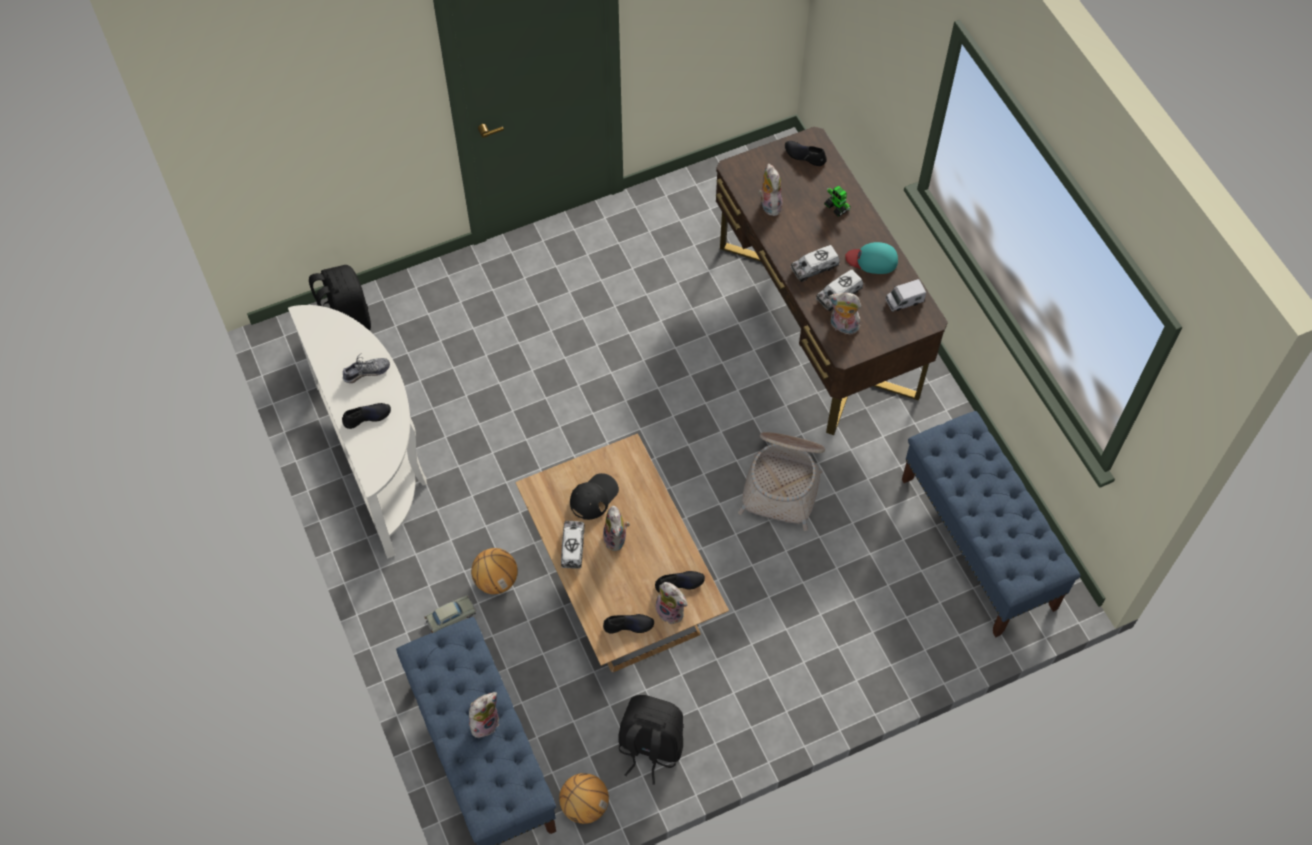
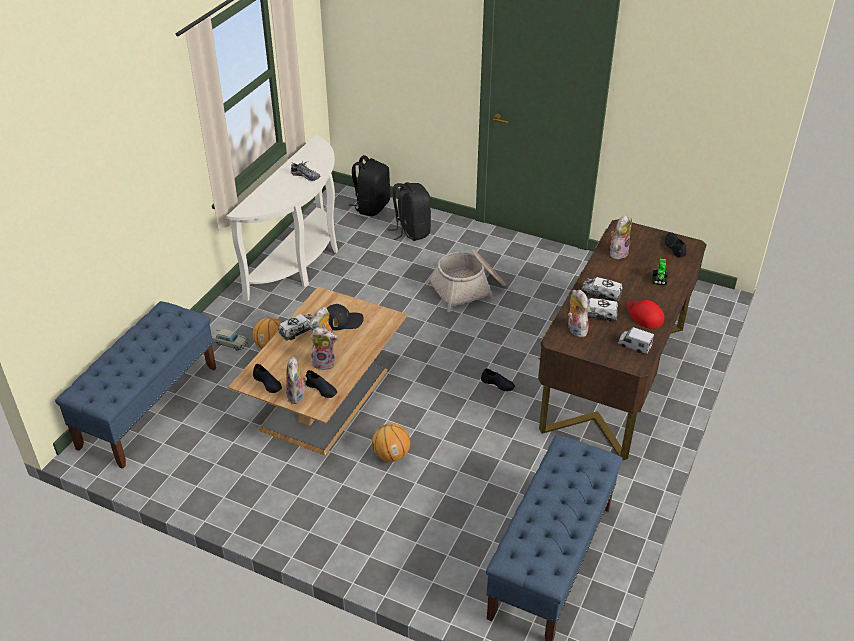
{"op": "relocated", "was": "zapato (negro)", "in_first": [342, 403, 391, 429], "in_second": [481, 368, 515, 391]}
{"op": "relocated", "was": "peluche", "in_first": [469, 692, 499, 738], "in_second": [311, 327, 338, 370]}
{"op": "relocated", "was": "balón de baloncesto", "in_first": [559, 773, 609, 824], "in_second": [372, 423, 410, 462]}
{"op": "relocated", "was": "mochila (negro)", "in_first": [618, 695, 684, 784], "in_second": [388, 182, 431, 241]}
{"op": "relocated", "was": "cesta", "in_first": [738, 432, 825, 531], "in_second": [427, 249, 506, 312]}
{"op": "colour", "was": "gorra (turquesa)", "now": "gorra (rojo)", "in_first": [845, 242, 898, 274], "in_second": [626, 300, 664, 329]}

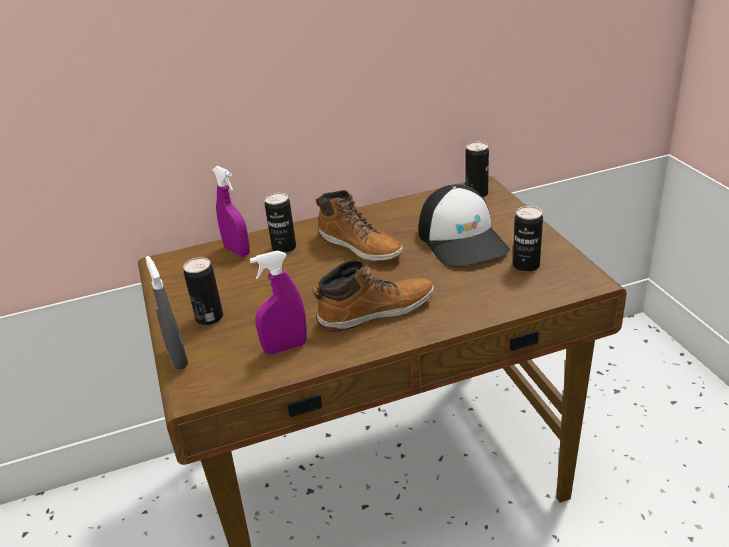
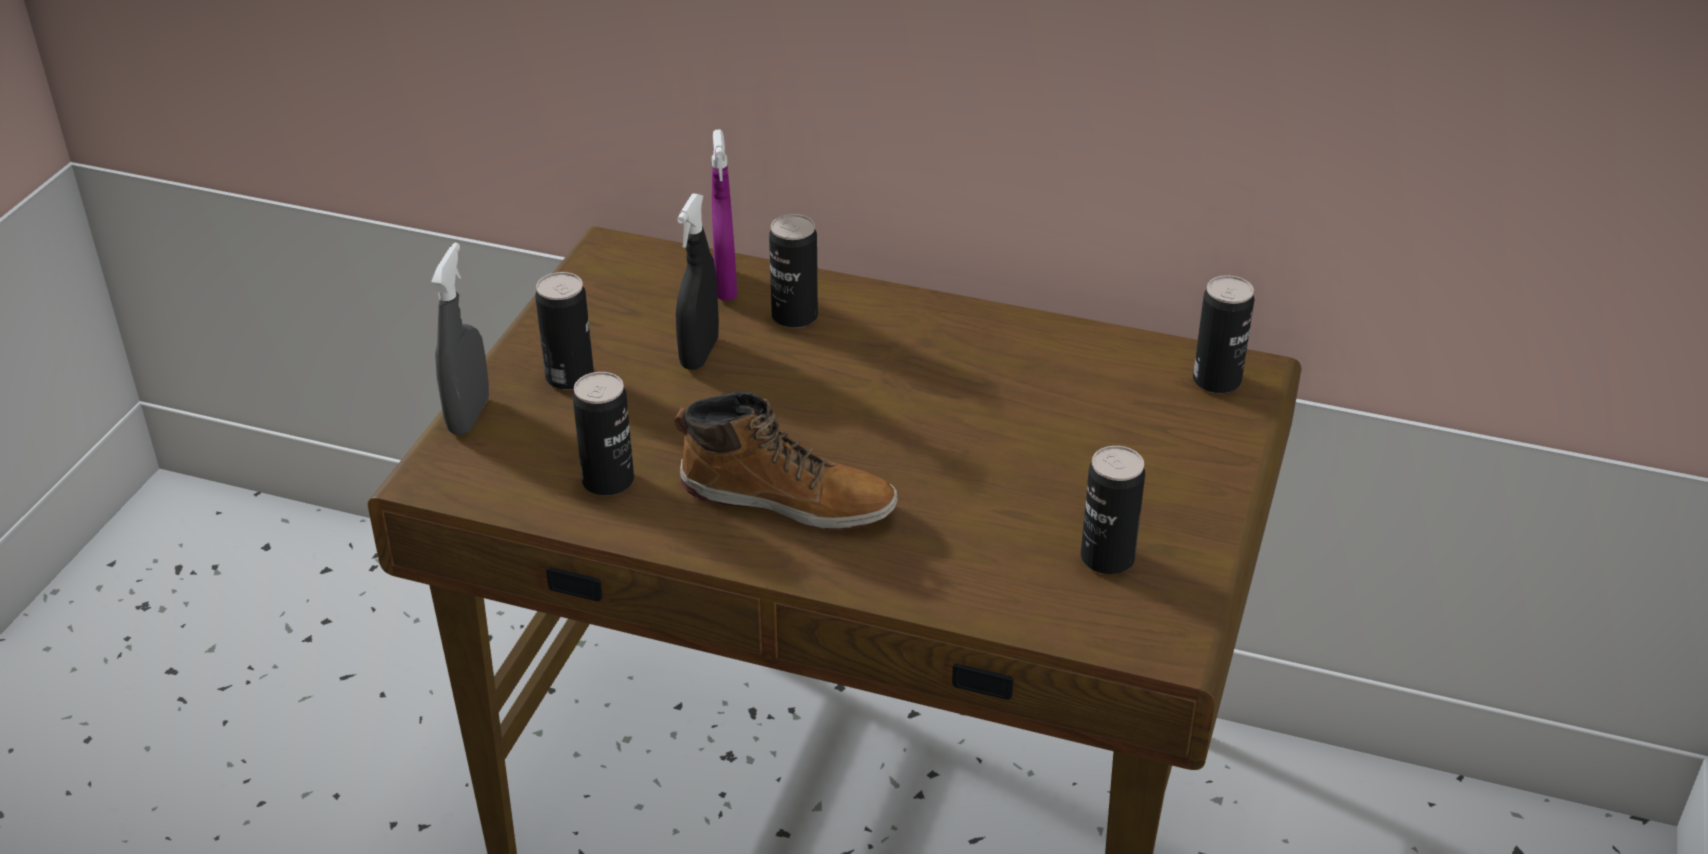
{"op": "missing", "was": "bota", "in_first": [316, 190, 404, 262]}
{"op": "missing", "was": "gorra", "in_first": [419, 184, 510, 266]}
{"op": "appeared", "now": "pulverizador (negro)", "in_second": [676, 193, 719, 370]}
{"op": "exchanged", "was": "pulverizador (morado)", "now": "lata", "in_first": [250, 251, 307, 354], "in_second": [573, 372, 634, 496]}

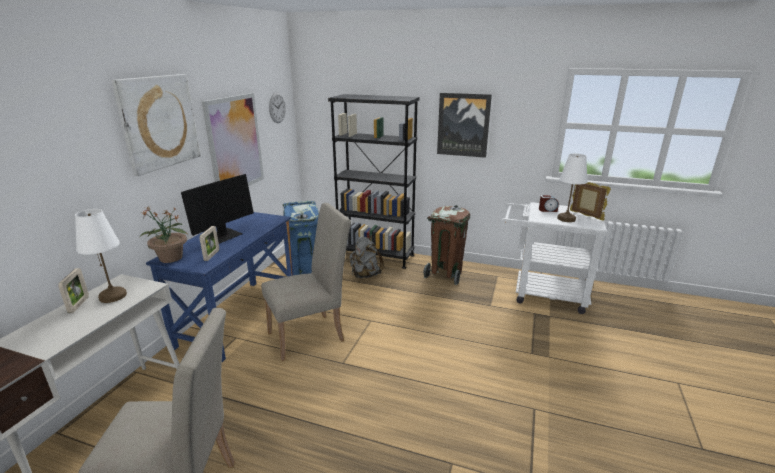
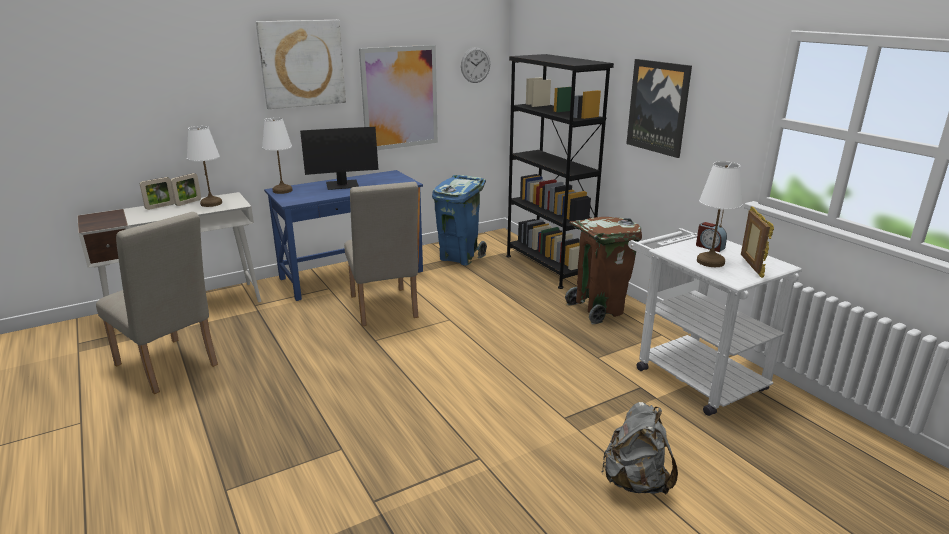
{"op": "relocated", "was": "portarretratos", "in_first": [199, 226, 219, 261], "in_second": [140, 177, 174, 210]}
{"op": "relocated", "was": "mochila (gris)", "in_first": [349, 235, 384, 278], "in_second": [602, 402, 678, 494]}
{"op": "exchanged", "was": "planta en maceta", "now": "lámpara de mesa (blanco)", "in_first": [140, 207, 187, 263], "in_second": [262, 117, 293, 194]}
{"op": "spun", "was": "silla (beis)", "in_first": [261, 203, 351, 361], "in_second": [344, 182, 418, 326], "clockwise": 60}

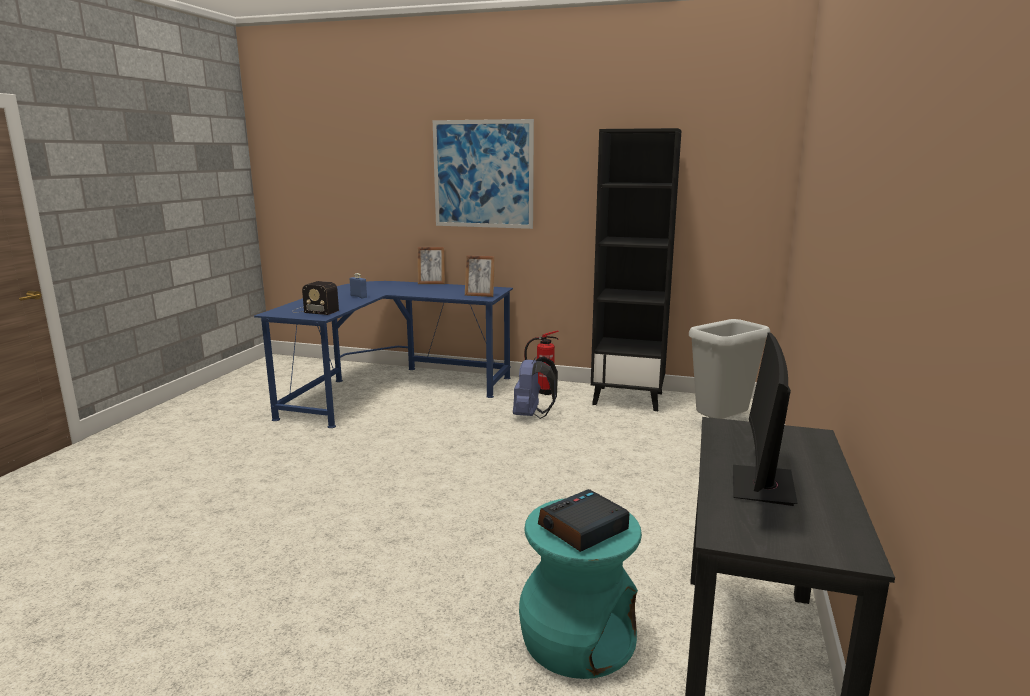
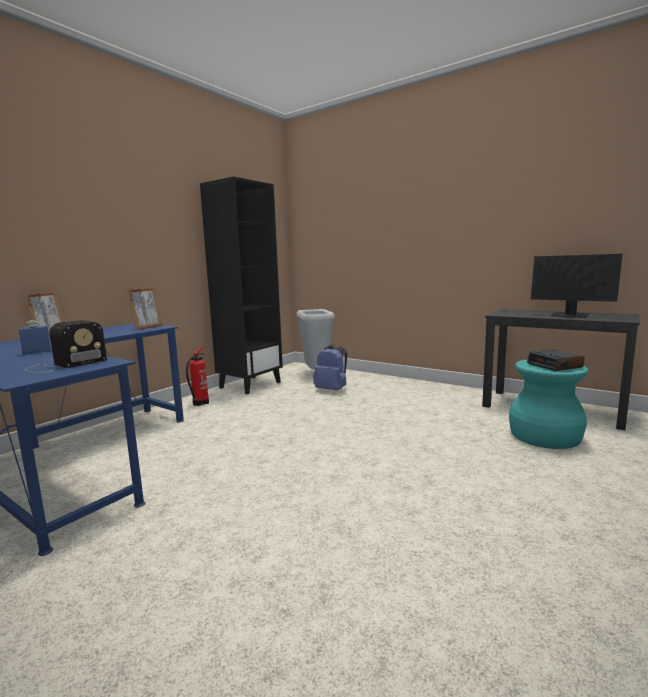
{"op": "missing", "was": "cuadro", "in_first": [433, 119, 534, 229]}
{"op": "relocated", "was": "mochila (azul)", "in_first": [513, 357, 558, 419], "in_second": [313, 344, 347, 390]}

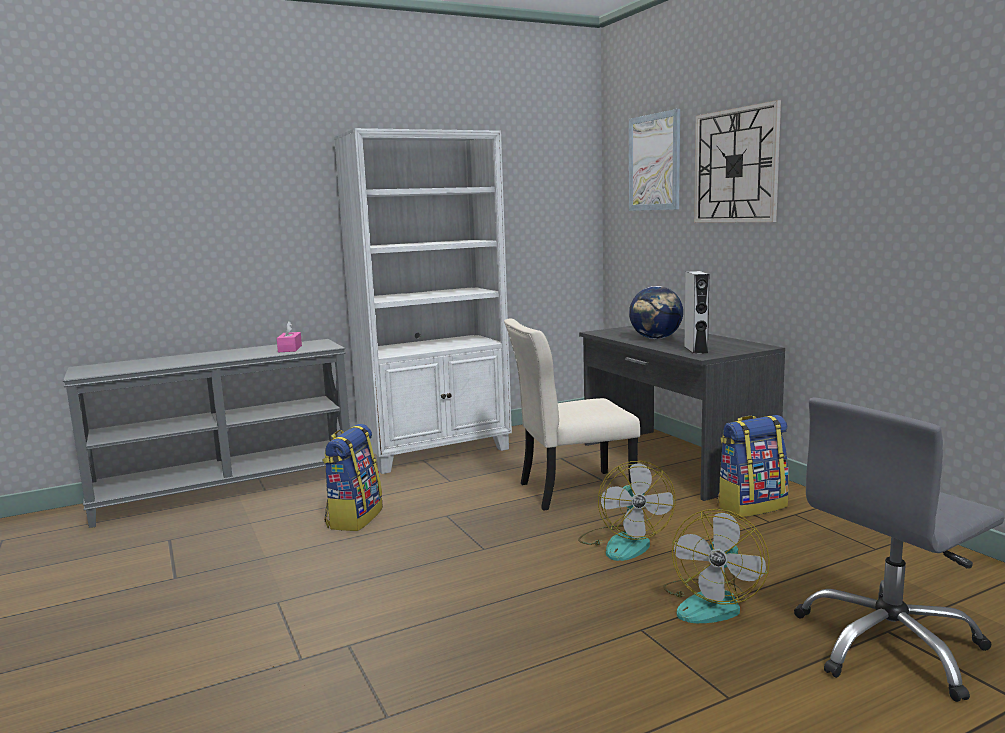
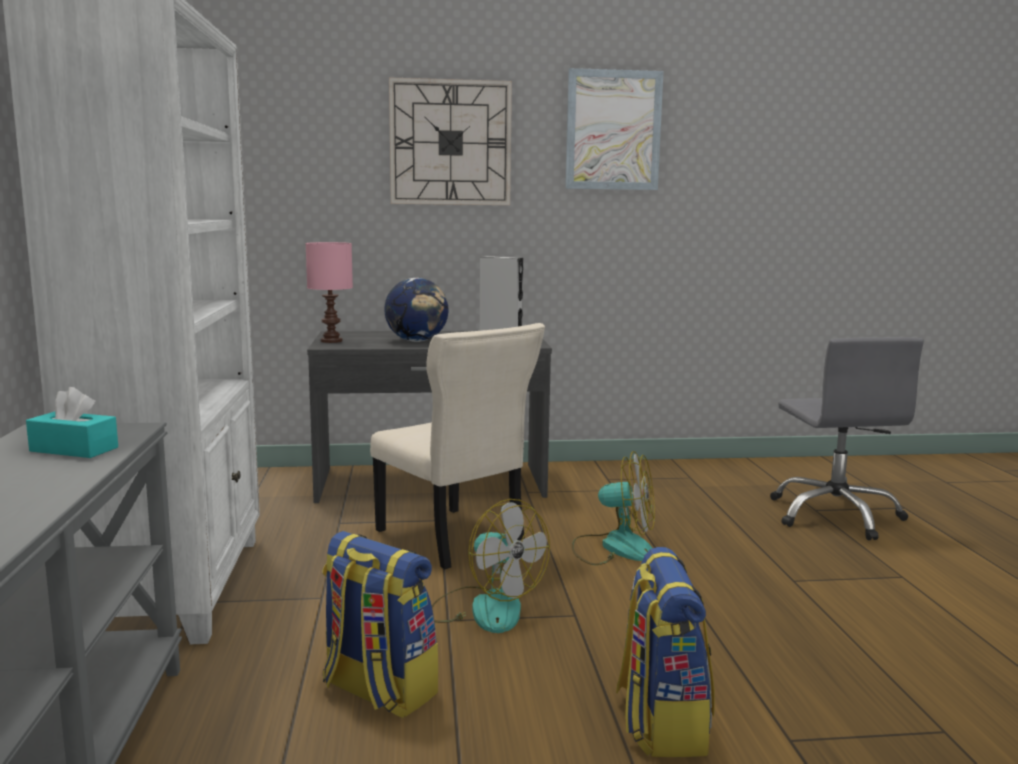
{"op": "appeared", "now": "lámpara de mesa (rosa)", "in_second": [305, 242, 353, 343]}
{"op": "relocated", "was": "cuadro", "in_first": [629, 109, 680, 211], "in_second": [565, 68, 663, 190]}
{"op": "relocated", "was": "ventilador", "in_first": [663, 509, 770, 623], "in_second": [432, 499, 550, 633]}
{"op": "relocated", "was": "mochila", "in_first": [718, 415, 789, 518], "in_second": [616, 547, 715, 757]}
{"op": "colour", "was": "caja de pañuelos (rosa)", "now": "caja de pañuelos (turquesa)", "in_first": [277, 321, 302, 352], "in_second": [26, 387, 118, 458]}
{"op": "spun", "was": "silla (beis)", "in_first": [504, 319, 640, 511], "in_second": [370, 323, 545, 569], "clockwise": -45}

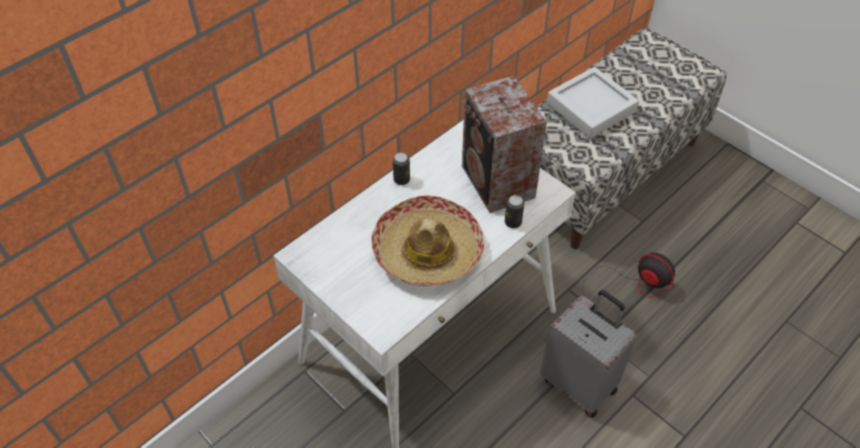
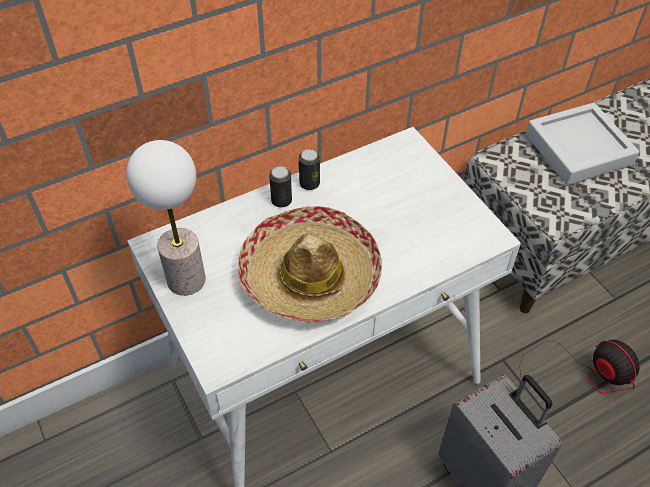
{"op": "missing", "was": "altavoz", "in_first": [462, 76, 547, 213]}
{"op": "appeared", "now": "lámpara de mesa", "in_second": [126, 140, 206, 296]}
{"op": "relocated", "was": "lata", "in_first": [505, 195, 525, 228], "in_second": [269, 166, 292, 208]}

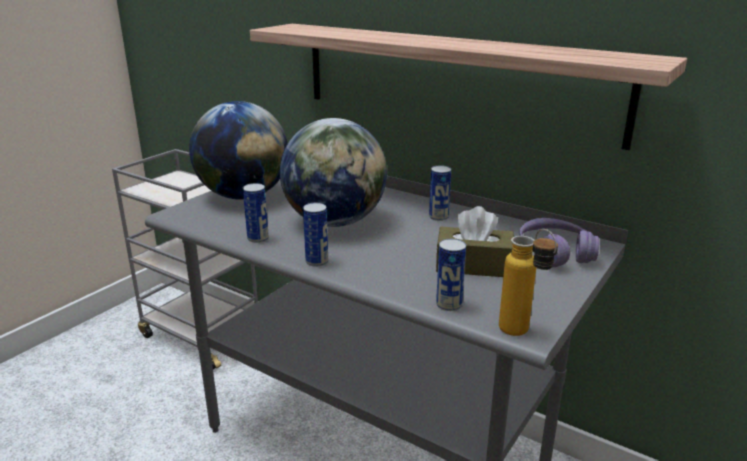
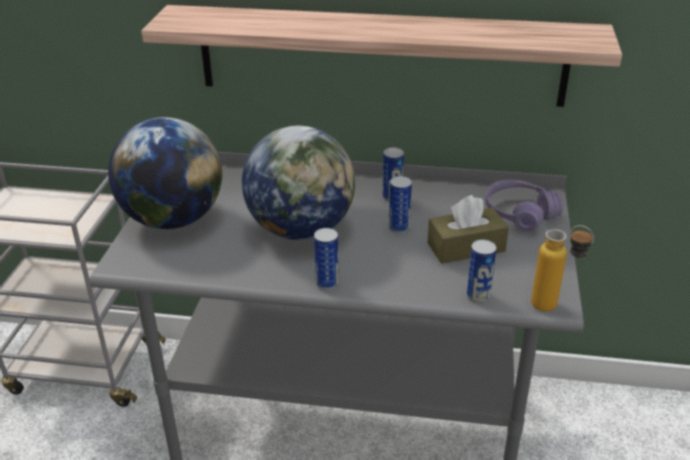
{"op": "relocated", "was": "lata", "in_first": [243, 183, 269, 243], "in_second": [389, 176, 412, 234]}

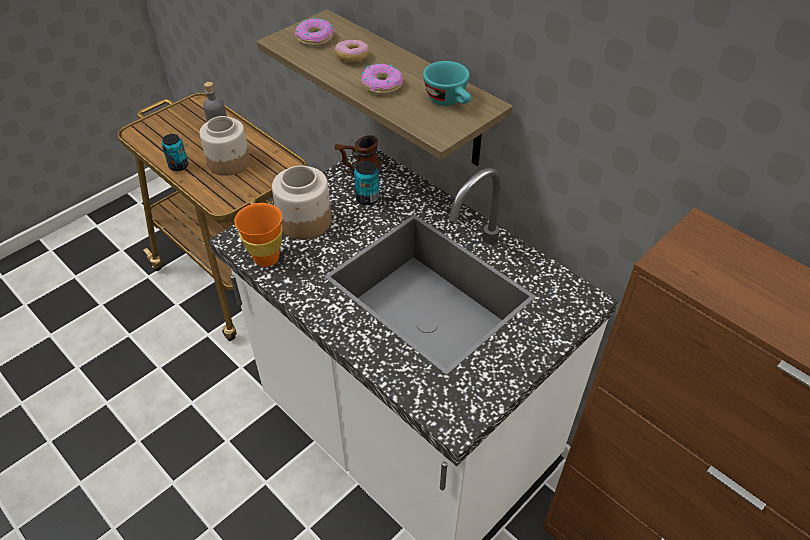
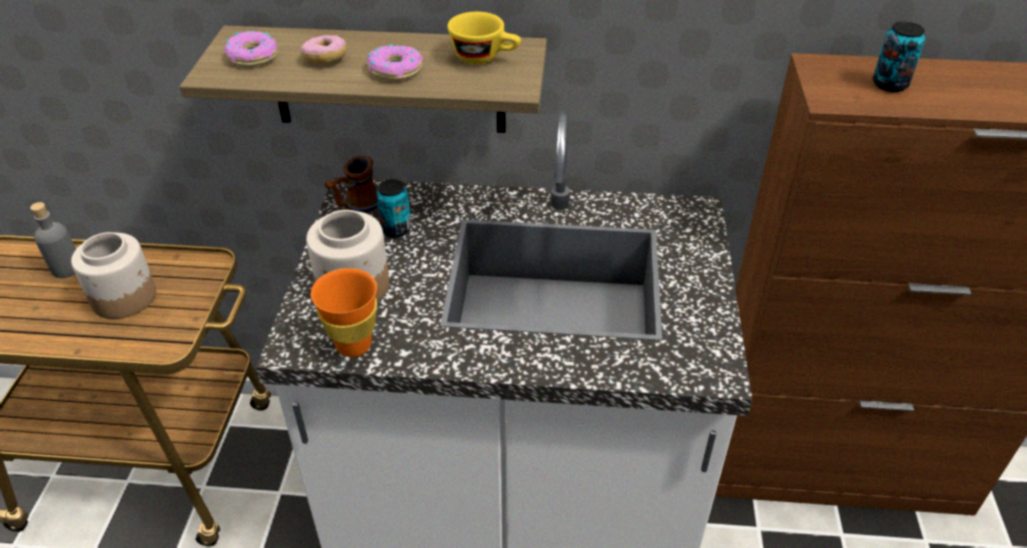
{"op": "relocated", "was": "lata", "in_first": [162, 134, 188, 171], "in_second": [873, 21, 925, 92]}
{"op": "colour", "was": "taza (turquesa)", "now": "taza (amarillo)", "in_first": [423, 61, 471, 106], "in_second": [447, 12, 521, 64]}

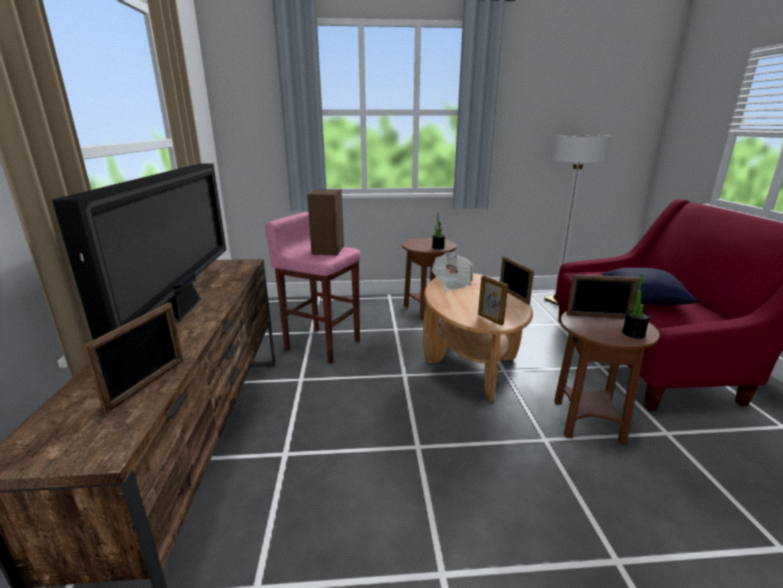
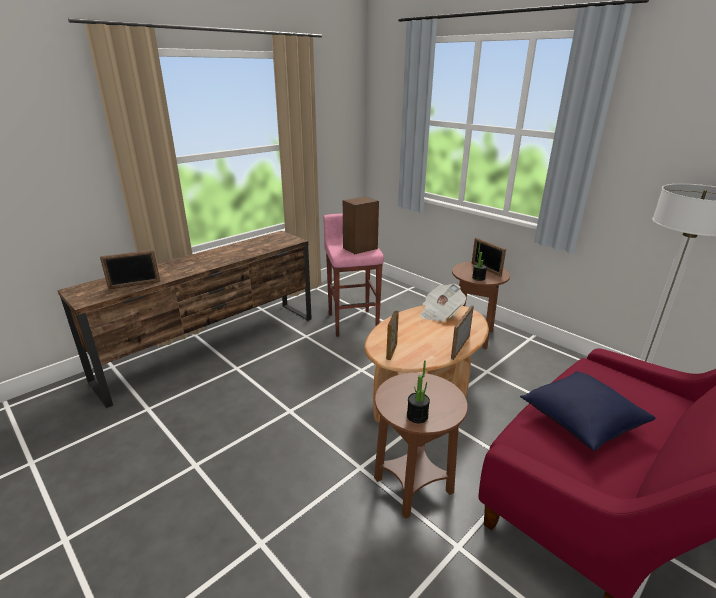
{"op": "missing", "was": "televisor", "in_first": [52, 163, 226, 340]}
{"op": "relocated", "was": "portarretratos", "in_first": [566, 274, 640, 319], "in_second": [471, 238, 506, 277]}

